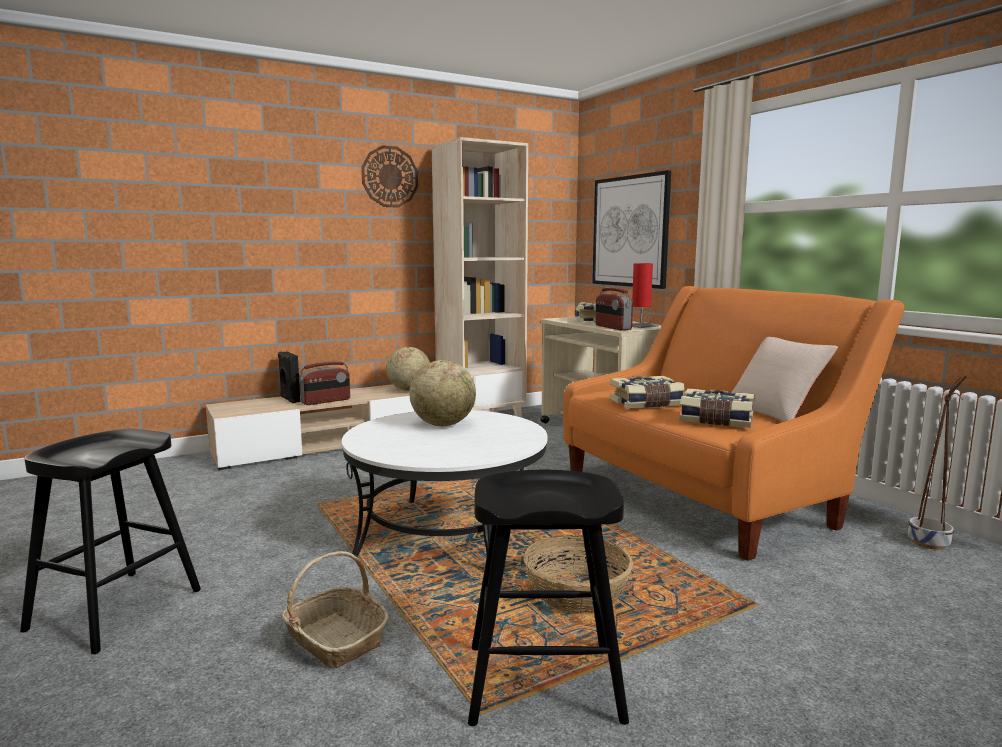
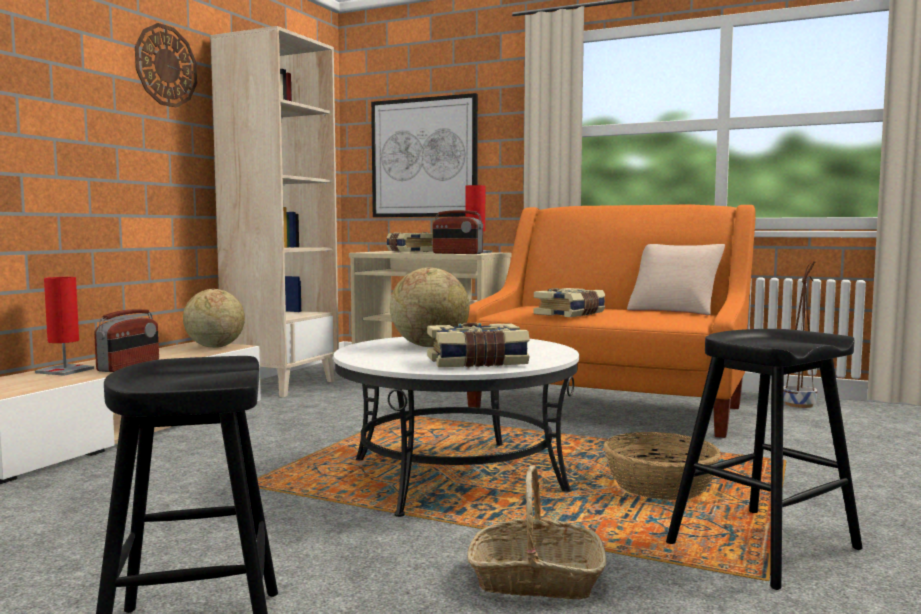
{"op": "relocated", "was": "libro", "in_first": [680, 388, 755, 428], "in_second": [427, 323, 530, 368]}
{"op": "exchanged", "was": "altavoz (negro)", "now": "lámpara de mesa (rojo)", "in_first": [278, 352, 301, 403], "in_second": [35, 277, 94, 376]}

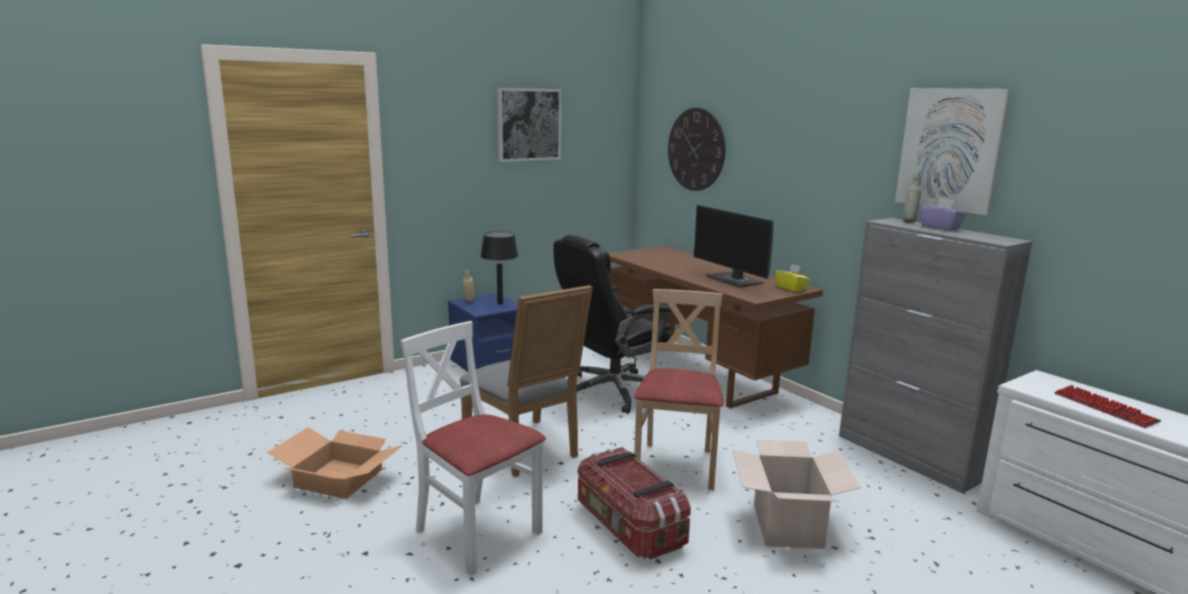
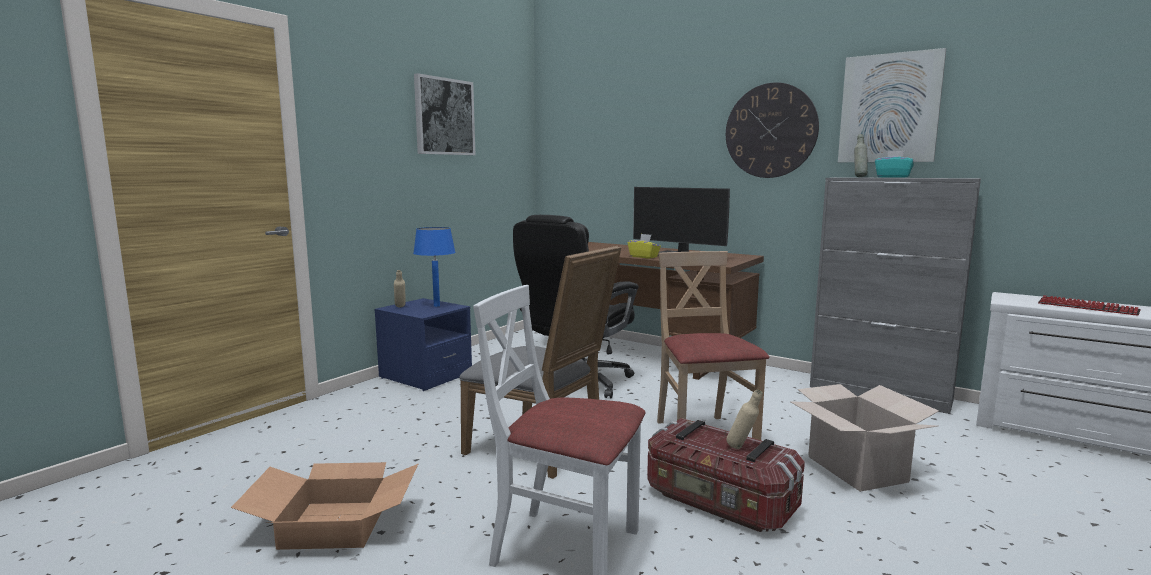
{"op": "appeared", "now": "botella (beis)", "in_second": [726, 390, 762, 449]}
{"op": "relocated", "was": "reloj de pared", "in_first": [668, 108, 726, 191], "in_second": [726, 82, 819, 178]}
{"op": "relocated", "was": "caja de pañuelos (amarillo)", "in_first": [775, 264, 810, 292], "in_second": [628, 234, 661, 258]}
{"op": "colour", "was": "lámpara de mesa (negro)", "now": "lámpara de mesa (azul)", "in_first": [480, 231, 518, 305], "in_second": [413, 227, 456, 307]}
{"op": "colour", "was": "caja de pañuelos (morado)", "now": "caja de pañuelos (turquesa)", "in_first": [920, 198, 966, 231], "in_second": [875, 151, 914, 178]}

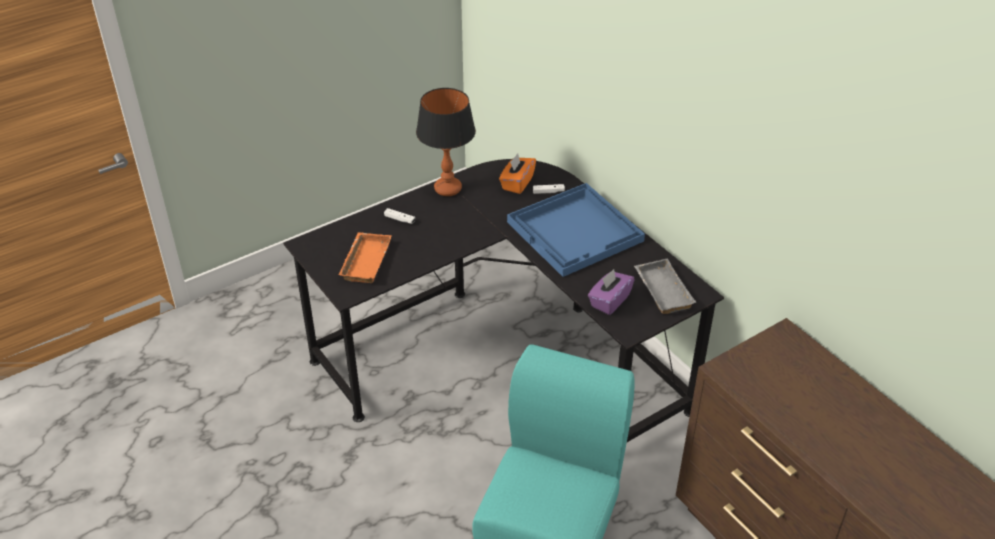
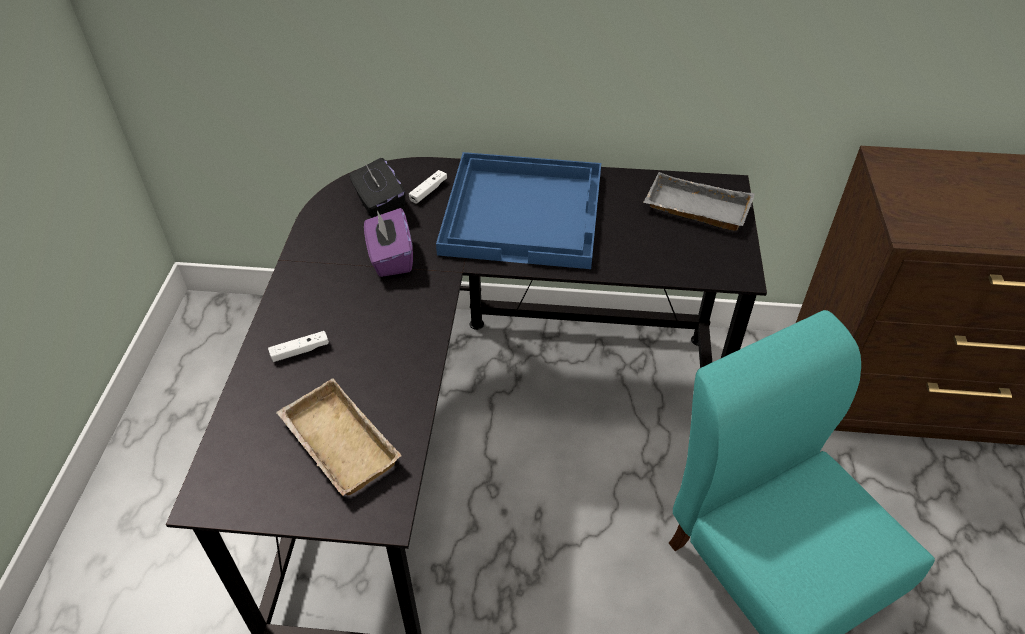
{"op": "missing", "was": "lámpara de mesa", "in_first": [416, 88, 476, 196]}
{"op": "relocated", "was": "caja de pañuelos (morado)", "in_first": [588, 269, 635, 315], "in_second": [364, 208, 413, 277]}
{"op": "colour", "was": "bandeja (naranja)", "now": "bandeja (beis)", "in_first": [339, 232, 392, 283], "in_second": [277, 378, 402, 496]}
{"op": "colour", "was": "caja de pañuelos (naranja)", "now": "caja de pañuelos (negro)", "in_first": [499, 153, 536, 194], "in_second": [349, 158, 405, 218]}

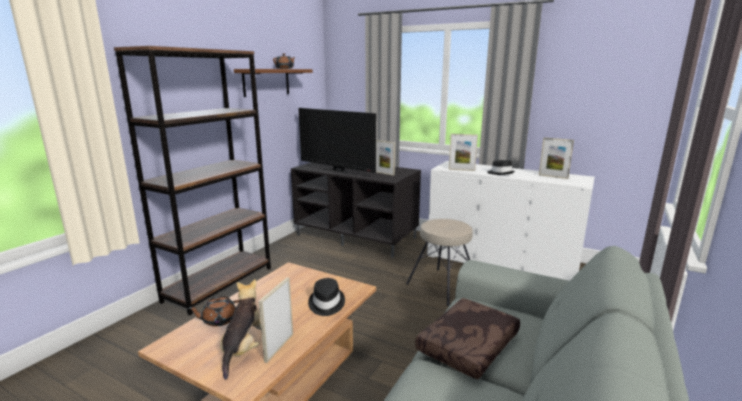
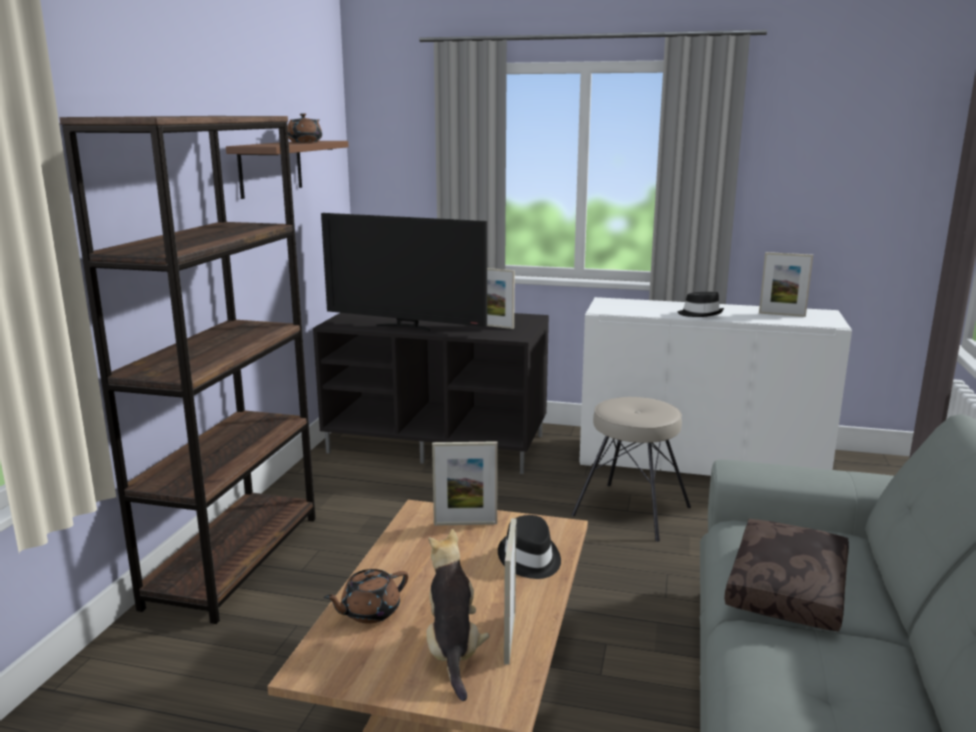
{"op": "relocated", "was": "portarretratos", "in_first": [449, 134, 478, 171], "in_second": [432, 441, 498, 526]}

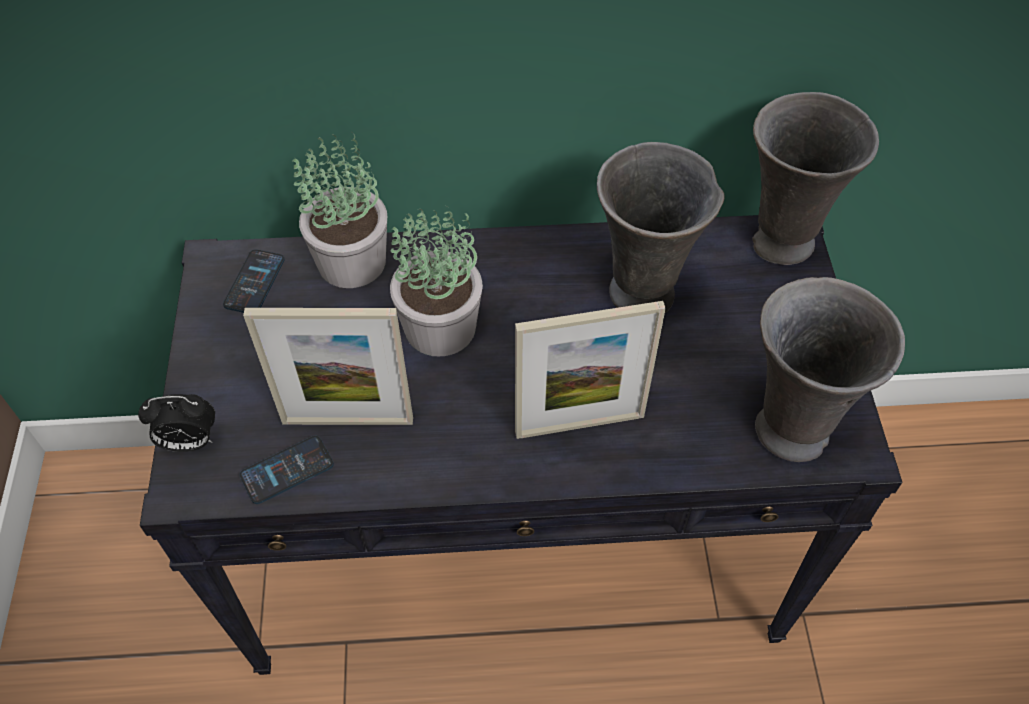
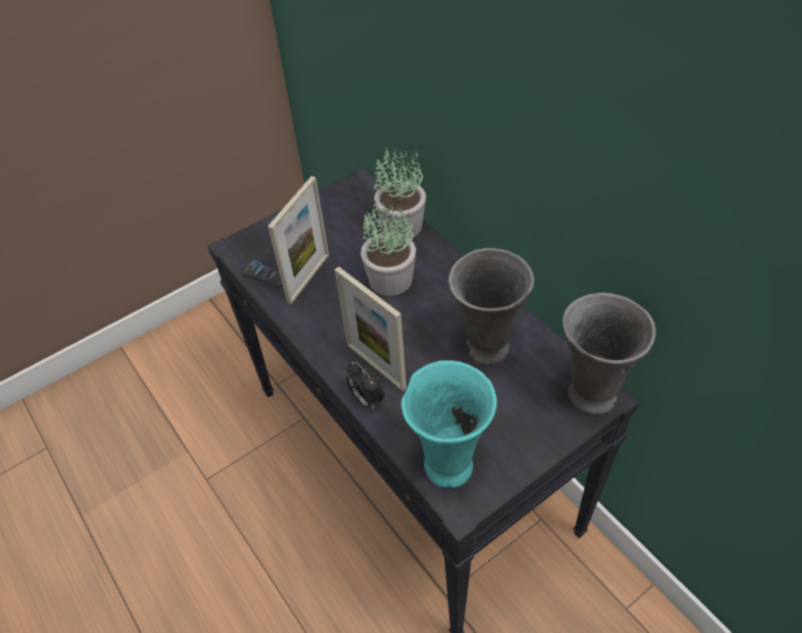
{"op": "missing", "was": "móvil", "in_first": [223, 249, 285, 313]}
{"op": "relocated", "was": "despertador", "in_first": [138, 394, 215, 452], "in_second": [346, 361, 385, 409]}
{"op": "colour", "was": "florero (gris)", "now": "florero (turquesa)", "in_first": [755, 277, 905, 462], "in_second": [401, 360, 497, 488]}
{"op": "spun", "was": "portarretratos", "in_first": [243, 308, 413, 425], "in_second": [268, 176, 329, 304], "clockwise": -120}

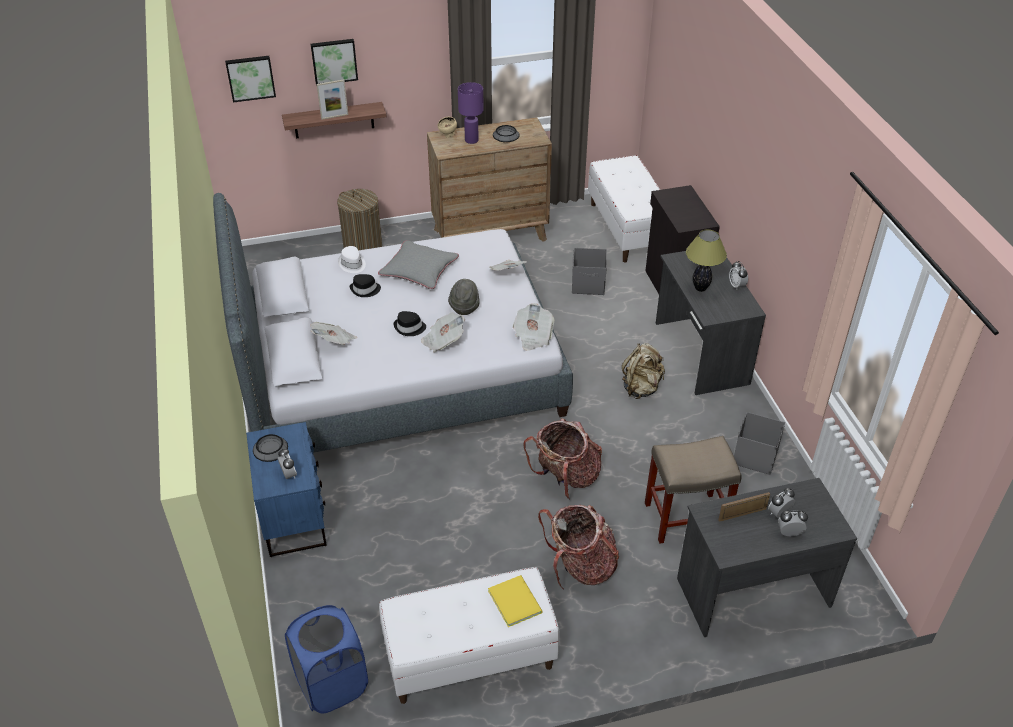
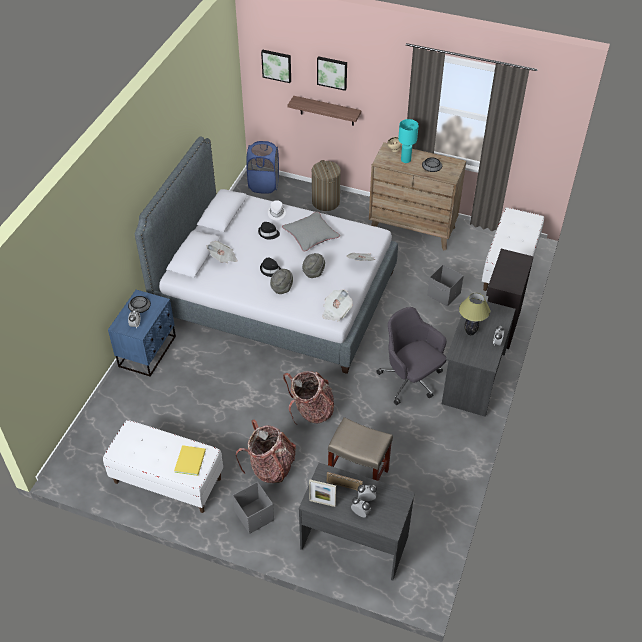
{"op": "relocated", "was": "cesto de la ropa (azul)", "in_first": [285, 605, 368, 713], "in_second": [246, 141, 279, 194]}
{"op": "relocated", "was": "portarretratos", "in_first": [317, 79, 348, 120], "in_second": [309, 480, 336, 507]}
{"op": "relocated", "was": "caja de almacenaje (gris)", "in_first": [734, 412, 785, 475], "in_second": [232, 482, 274, 534]}
{"op": "exchanged", "was": "periódico", "now": "sombrero (gris)", "in_first": [421, 312, 465, 353], "in_second": [270, 269, 293, 294]}
{"op": "exchanged", "was": "mochila (beis)", "now": "silla de oficina (gris)", "in_first": [622, 343, 665, 399], "in_second": [376, 307, 446, 405]}
{"op": "colour", "was": "lámpara de mesa (morado)", "now": "lámpara de mesa (turquesa)", "in_first": [458, 82, 484, 144], "in_second": [398, 119, 419, 163]}

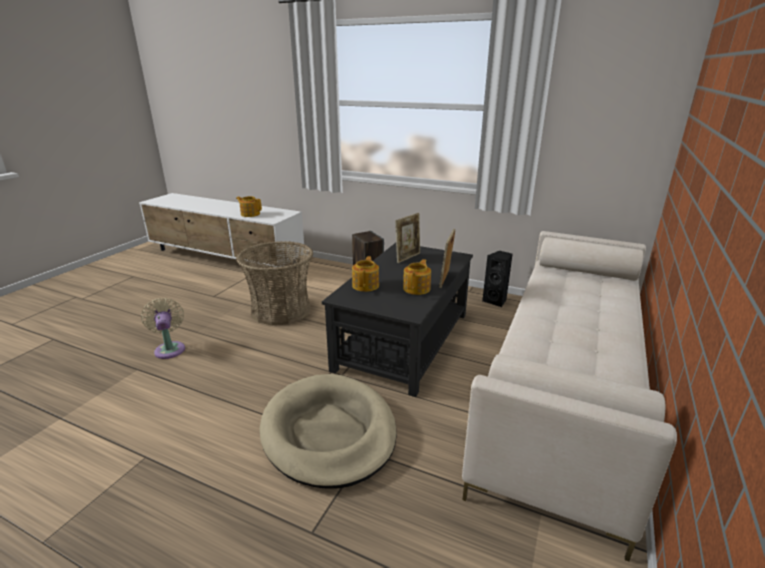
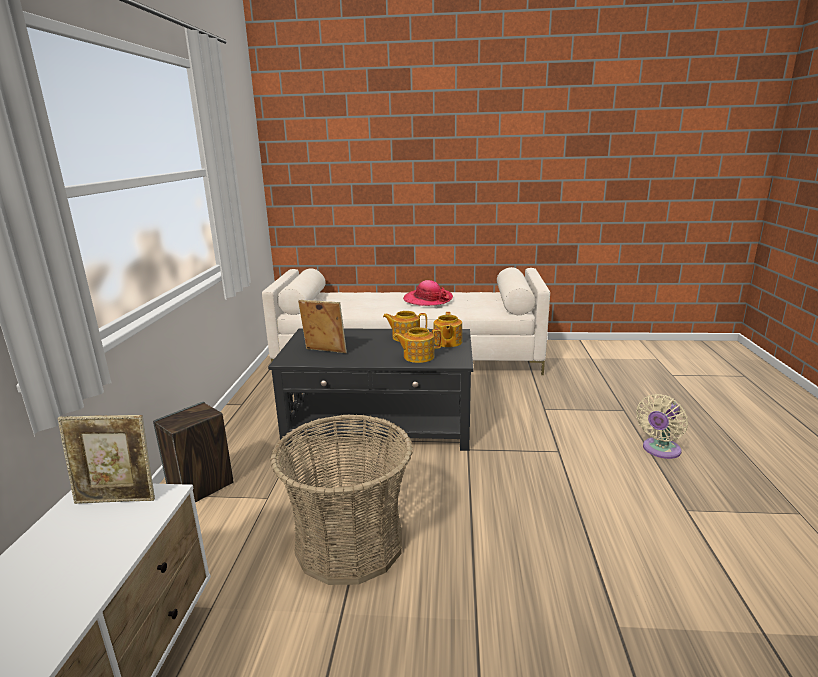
{"op": "missing", "was": "cama para perro (beis)", "in_first": [260, 374, 397, 489]}
{"op": "missing", "was": "altavoz (negro)", "in_first": [482, 251, 513, 307]}
{"op": "appeared", "now": "sombrero", "in_second": [403, 280, 453, 306]}
{"op": "relocated", "was": "ventilador (beis)", "in_first": [141, 298, 185, 359], "in_second": [636, 394, 688, 459]}
{"op": "relocated", "was": "tetera", "in_first": [236, 196, 262, 217], "in_second": [434, 312, 462, 347]}
{"op": "relocated", "was": "portarretratos", "in_first": [439, 229, 455, 288], "in_second": [58, 415, 155, 504]}

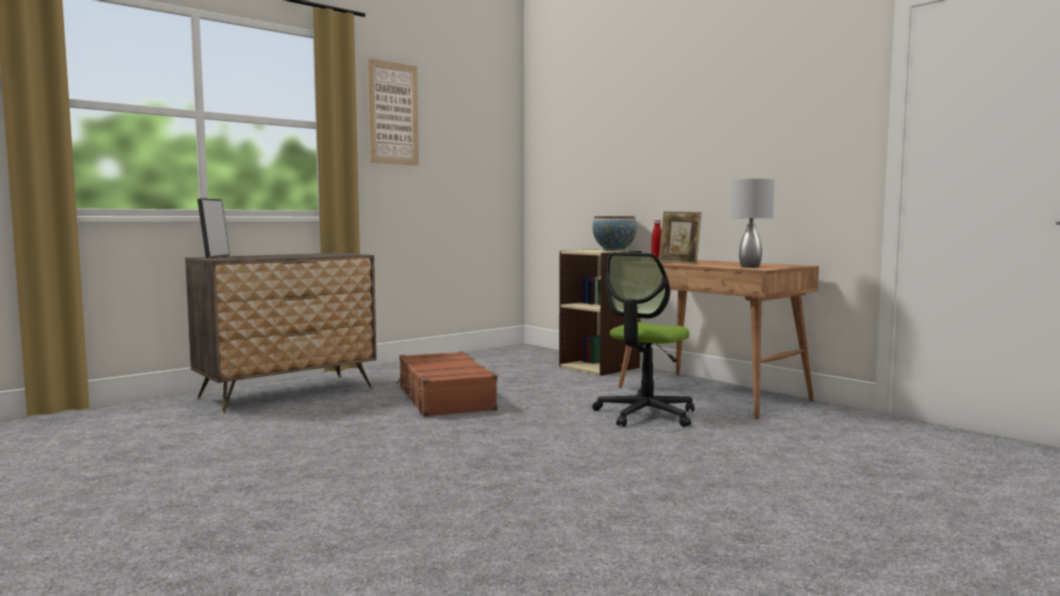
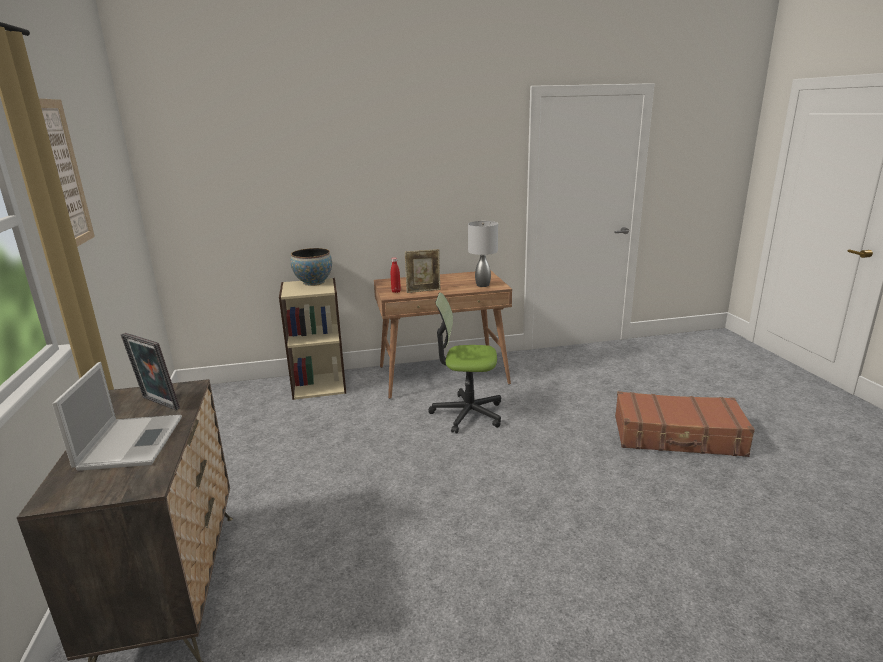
{"op": "appeared", "now": "portátil", "in_second": [52, 362, 182, 471]}
{"op": "relocated", "was": "portarretratos", "in_first": [197, 198, 230, 258], "in_second": [121, 333, 180, 410]}
{"op": "relocated", "was": "maleta (marrón)", "in_first": [396, 351, 498, 417], "in_second": [615, 391, 755, 457]}
{"op": "spun", "was": "silla de oficina", "in_first": [592, 252, 694, 427], "in_second": [428, 292, 501, 434], "clockwise": 120}

